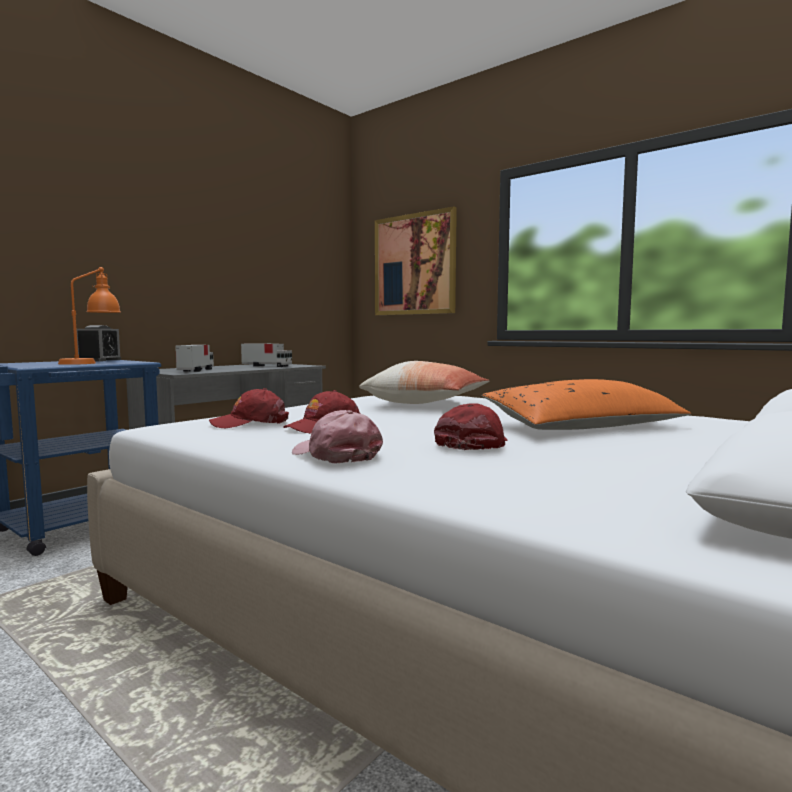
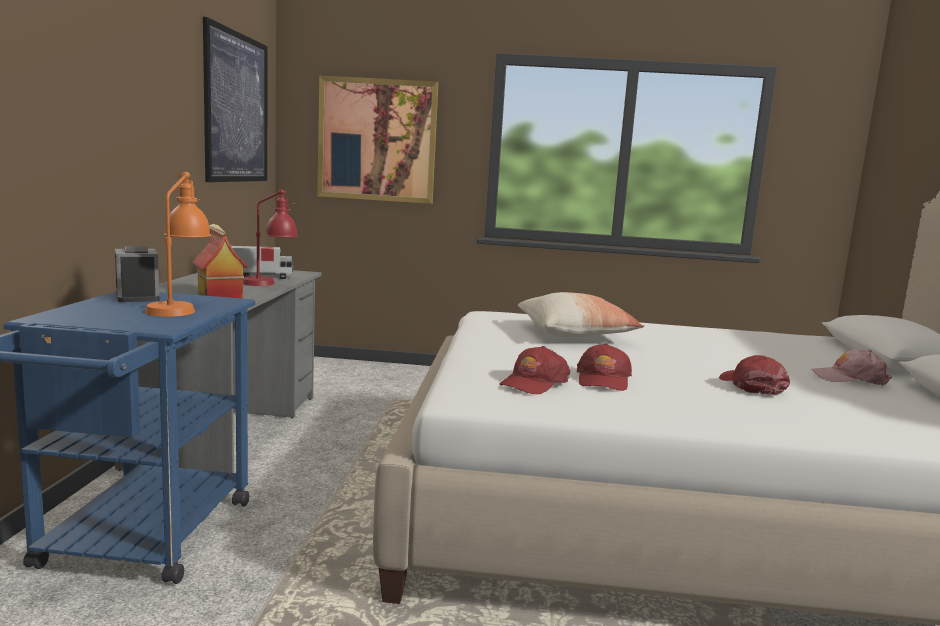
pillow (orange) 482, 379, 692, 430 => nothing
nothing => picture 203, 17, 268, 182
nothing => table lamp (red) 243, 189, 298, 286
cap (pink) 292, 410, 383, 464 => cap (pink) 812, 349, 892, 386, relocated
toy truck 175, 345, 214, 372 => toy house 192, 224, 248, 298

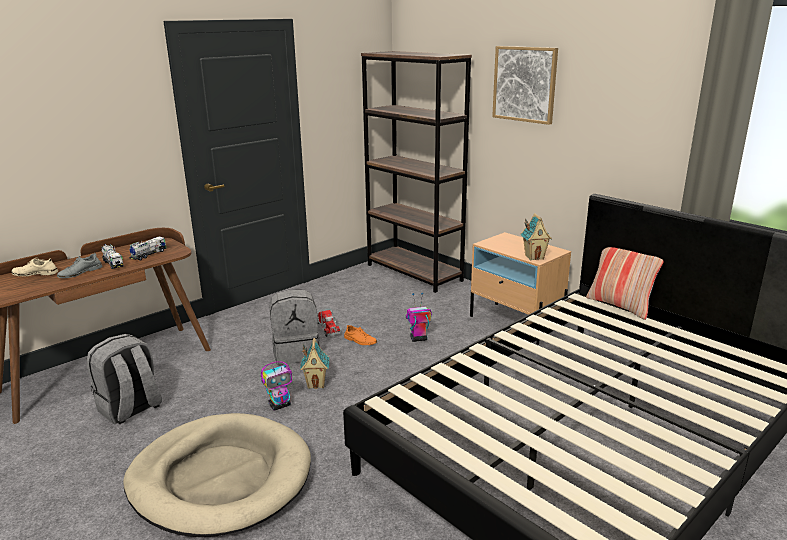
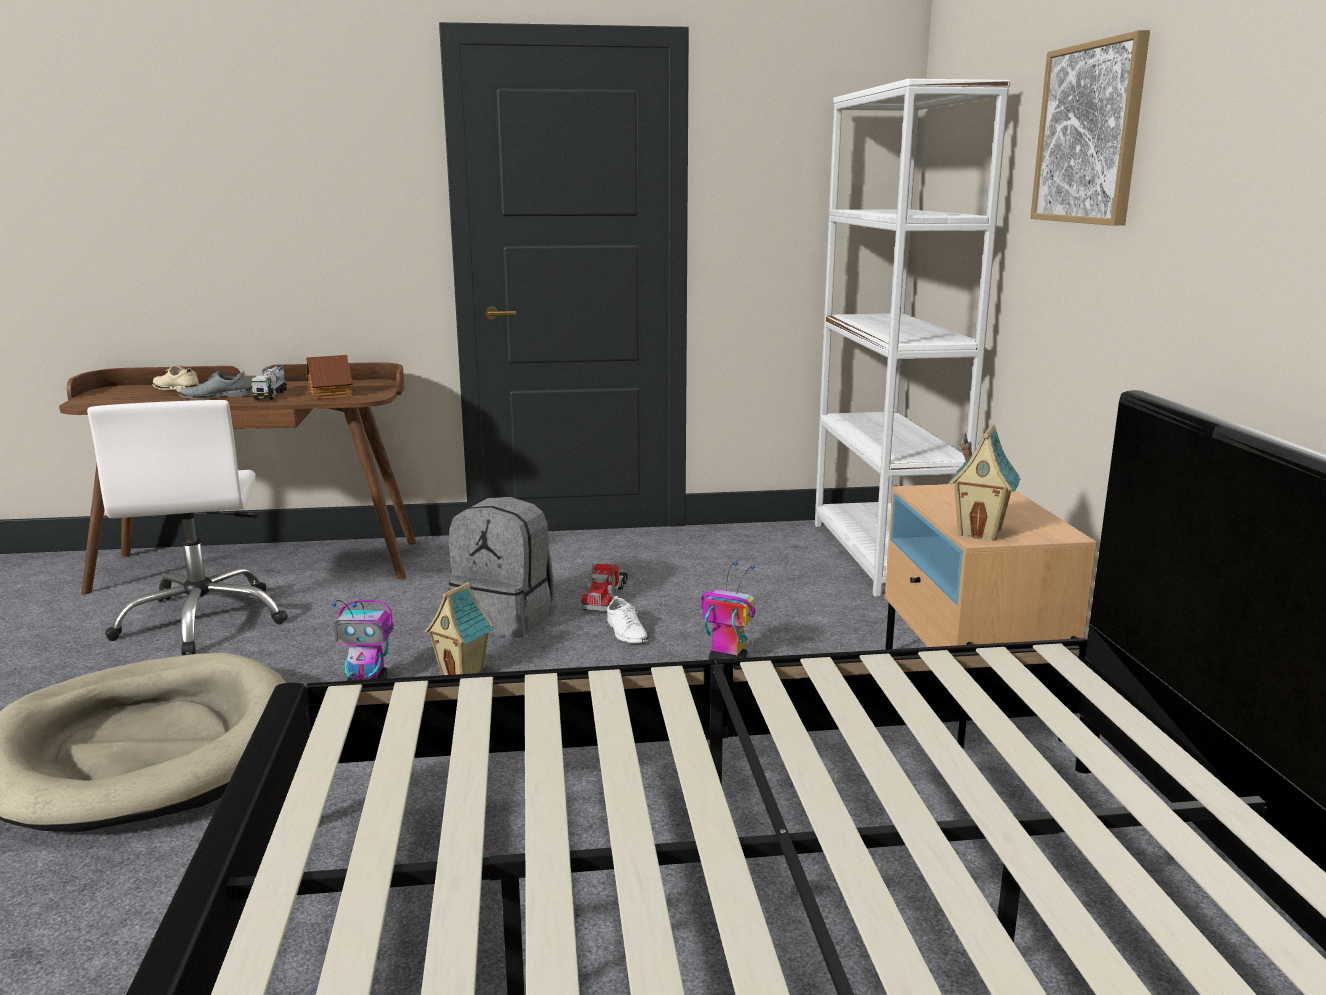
pillow 586, 247, 664, 320 => nothing
backpack (grey) 86, 334, 162, 425 => office chair (white) 87, 400, 288, 655
toy truck 129, 236, 166, 261 => toy house 306, 355, 353, 399
shoe (orange) 344, 325, 377, 345 => shoe (white) 607, 596, 648, 643
bookcase (brown) 361, 51, 472, 293 => bookcase (white) 815, 79, 1011, 597

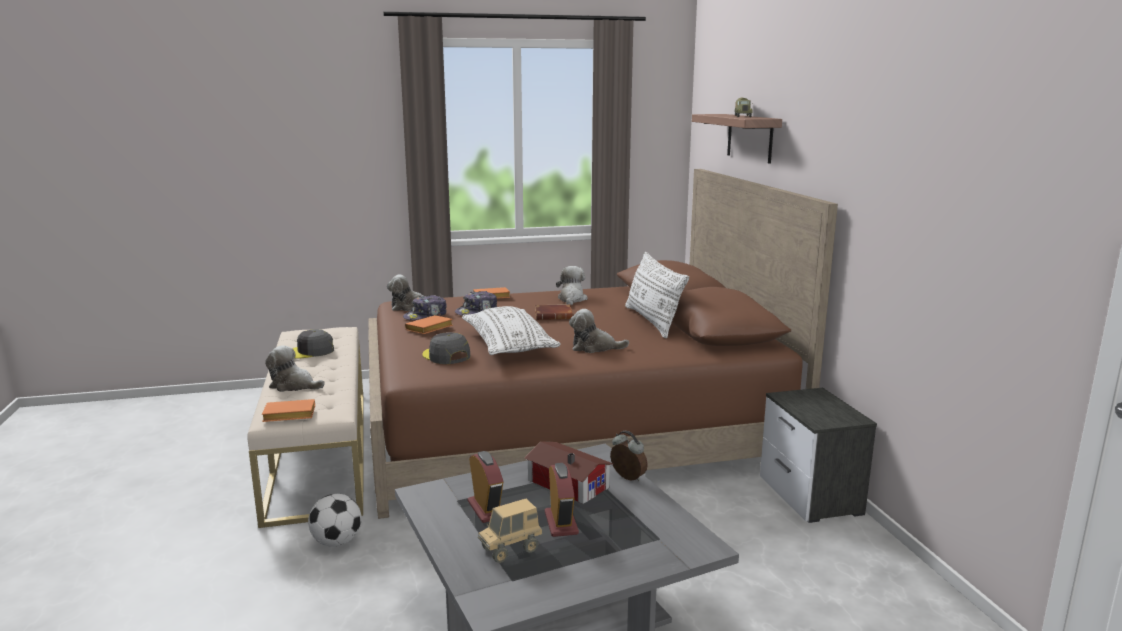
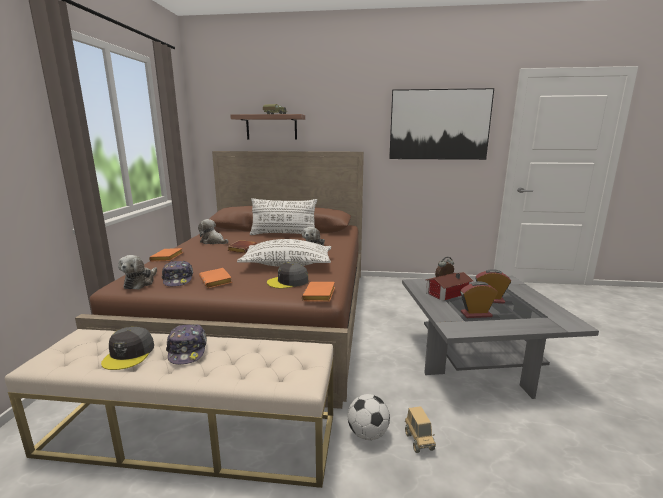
plush toy 265, 345, 324, 392 => nothing
nightstand 760, 388, 877, 523 => nothing
nothing => picture 389, 88, 494, 160
book (orange) 262, 399, 315, 422 => book (orange) 302, 282, 335, 302, relocated
cap 455, 291, 497, 315 => cap 166, 324, 207, 364, relocated
toy truck 478, 499, 543, 563 => toy truck 405, 406, 436, 453, relocated

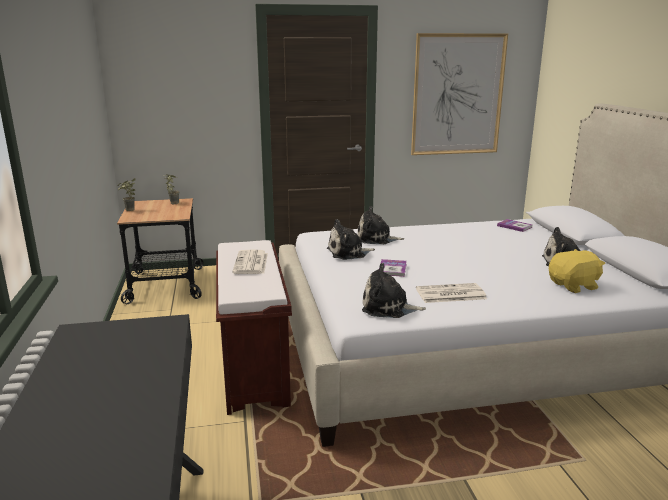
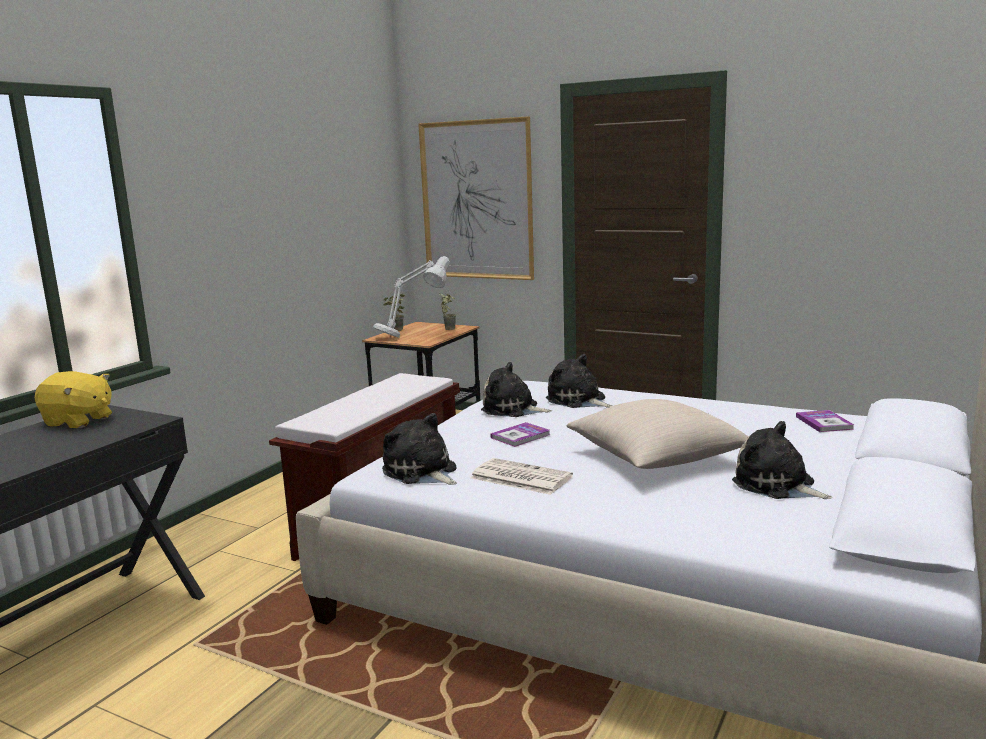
newspaper 232, 250, 268, 274 => nothing
nothing => table lamp (grey) 373, 256, 450, 338
nothing => pillow (beige) 567, 399, 748, 469
picture 411, 33, 508, 155 => picture 418, 116, 534, 280, relocated
plush toy (yellow) 549, 249, 605, 293 => plush toy (yellow) 35, 371, 112, 428, relocated

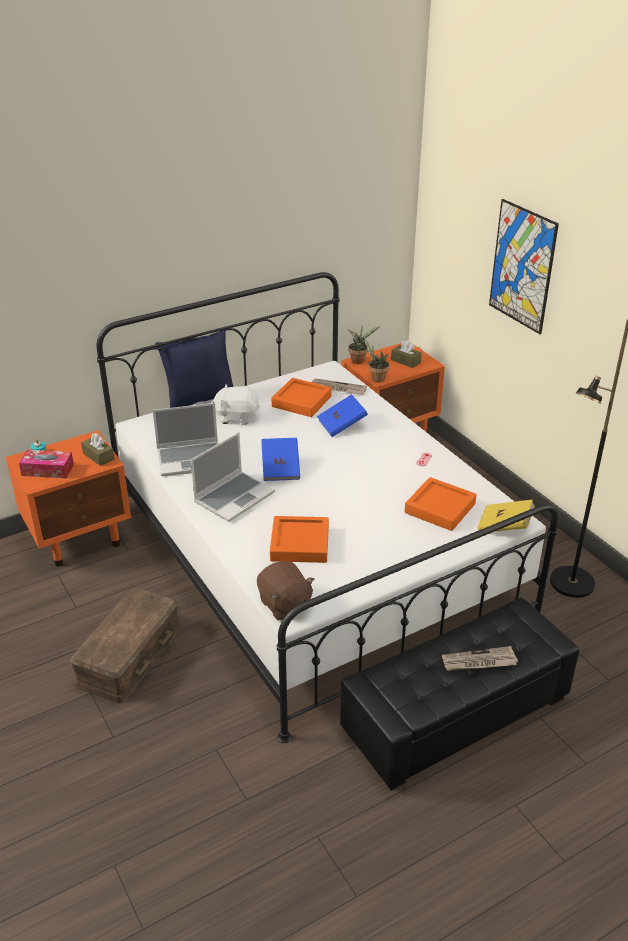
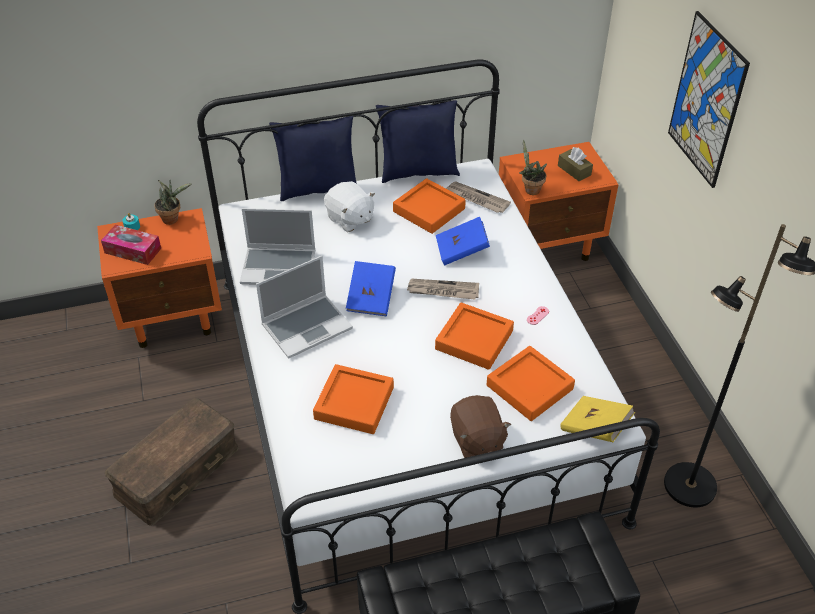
tissue box (brown) 81, 433, 114, 466 => nothing
nothing => pillow (blue) 376, 100, 460, 183
nothing => tray (orange) 435, 303, 514, 370
plush toy (brown) 257, 562, 315, 620 => plush toy (brown) 450, 395, 511, 458, relocated
potted plant 348, 326, 380, 364 => potted plant 154, 180, 192, 225, relocated
newspaper 442, 646, 518, 671 => newspaper 407, 279, 479, 300, relocated
plush toy (white) 211, 384, 260, 425 => plush toy (white) 324, 181, 375, 232, 150 degrees counterclockwise

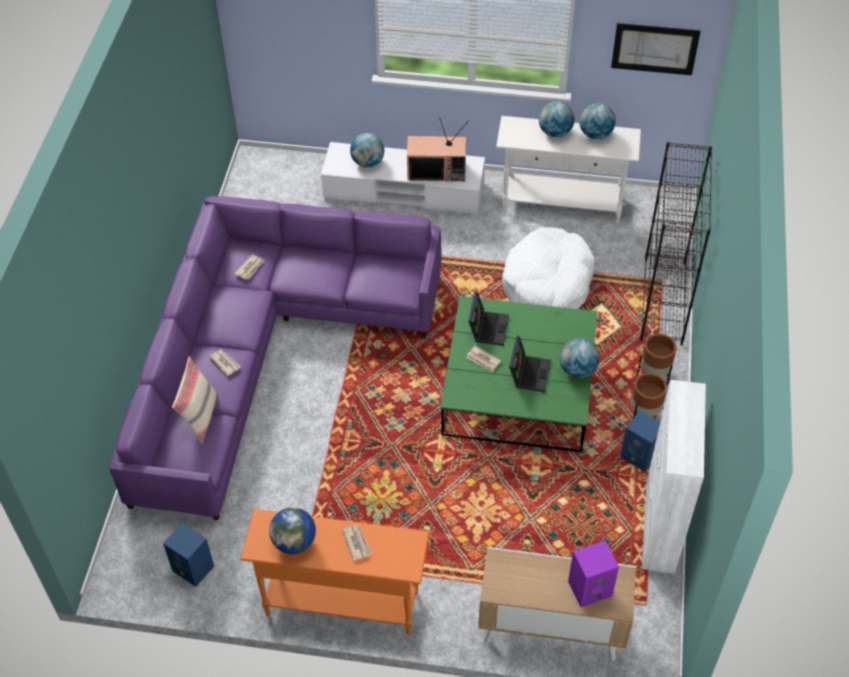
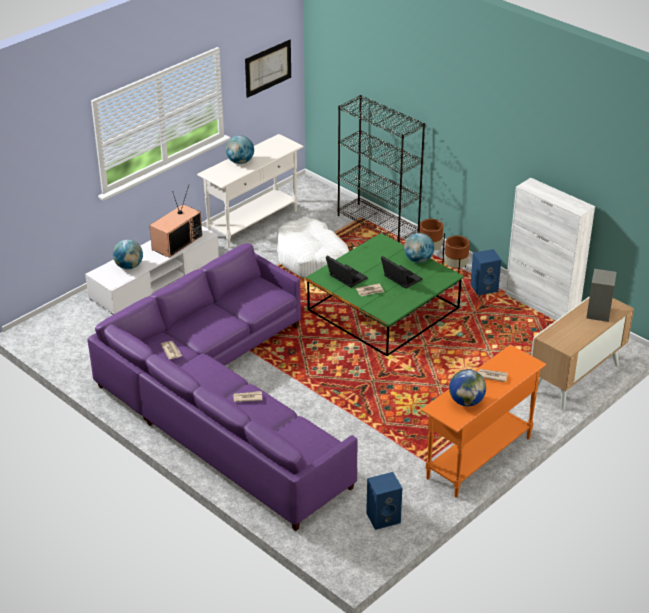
pillow (beige) 172, 356, 218, 443 => nothing
globe 579, 103, 616, 139 => nothing
speaker (purple) 568, 541, 619, 607 => speaker (grey) 587, 269, 617, 322

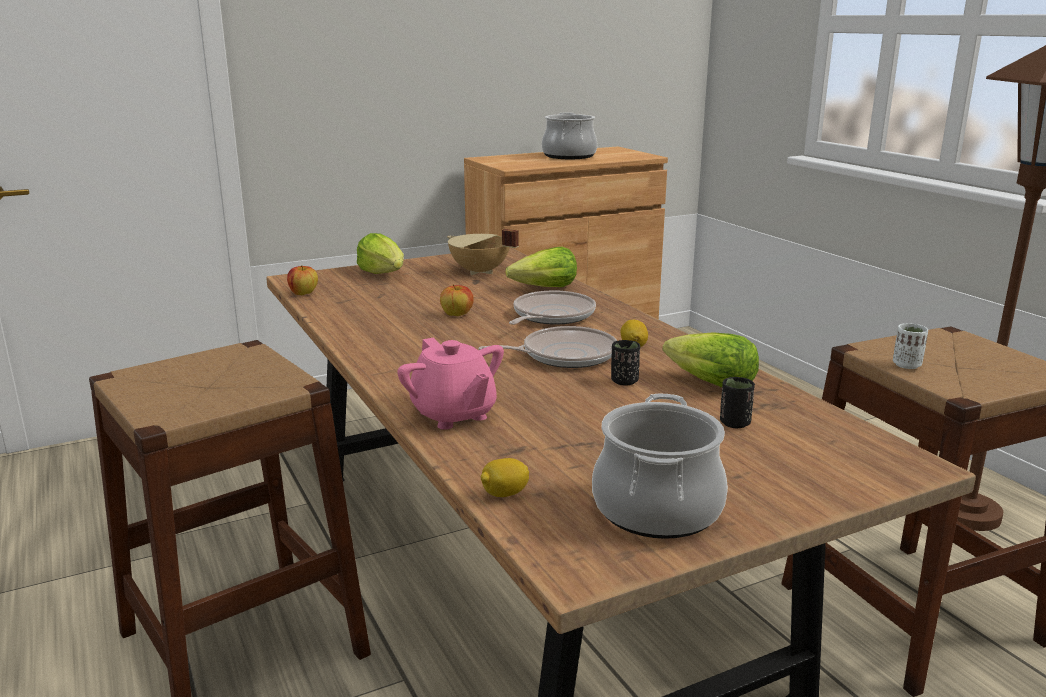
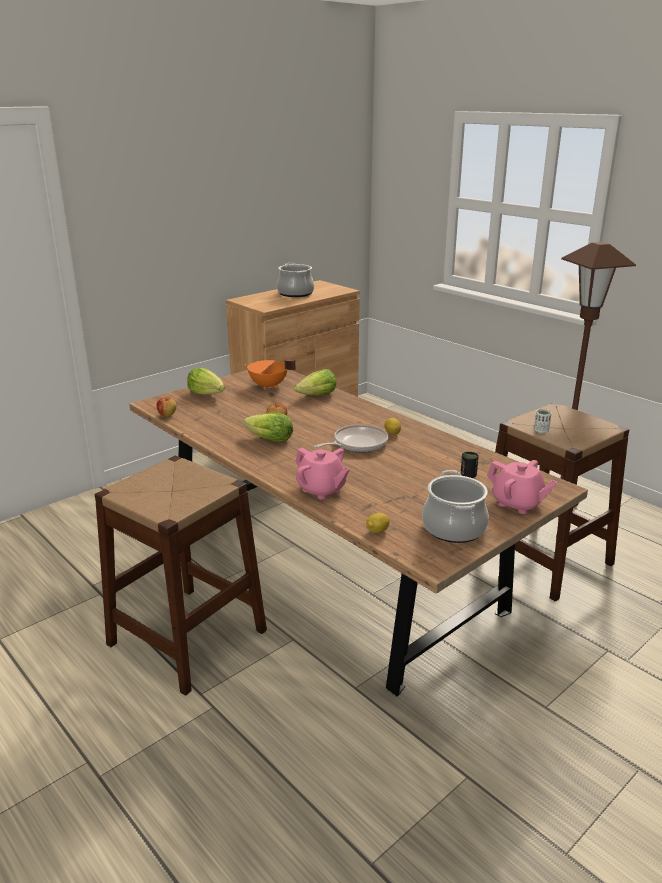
frying pan 509, 291, 596, 325 => nothing
cup (black) 611, 340, 640, 386 => nothing
nothing => teapot (pink) 487, 460, 558, 514
lettuce 662, 332, 759, 387 => lettuce 243, 413, 293, 443, relocated
cooking pot (beige) 447, 229, 519, 275 => cooking pot (orange) 244, 359, 296, 390

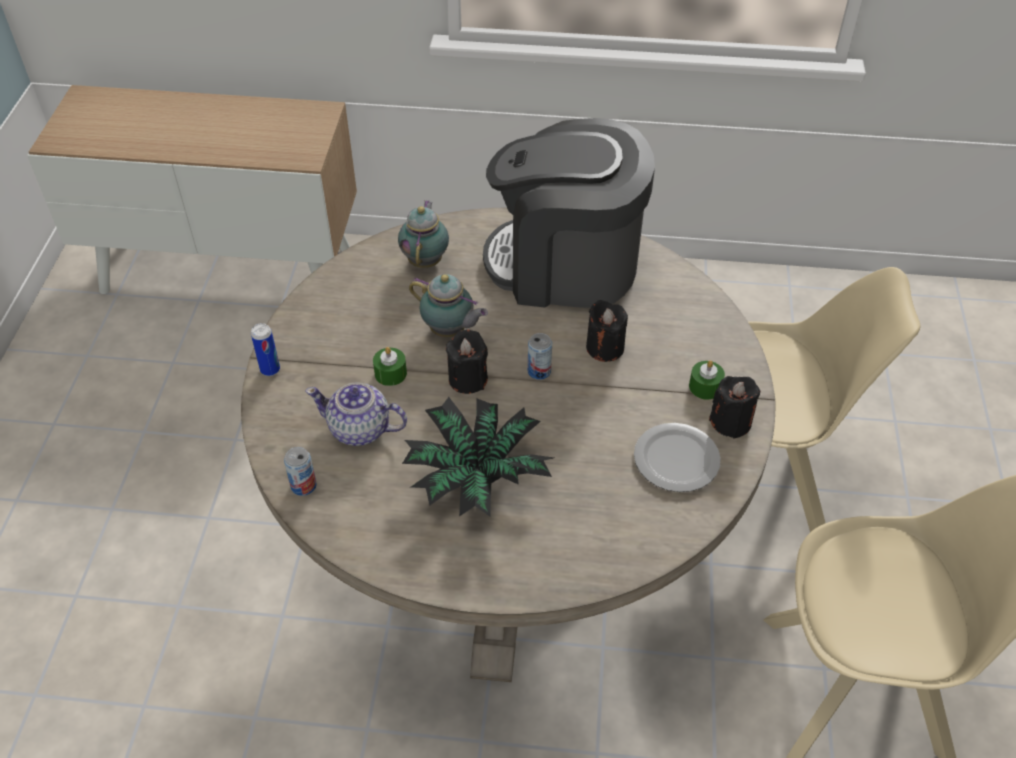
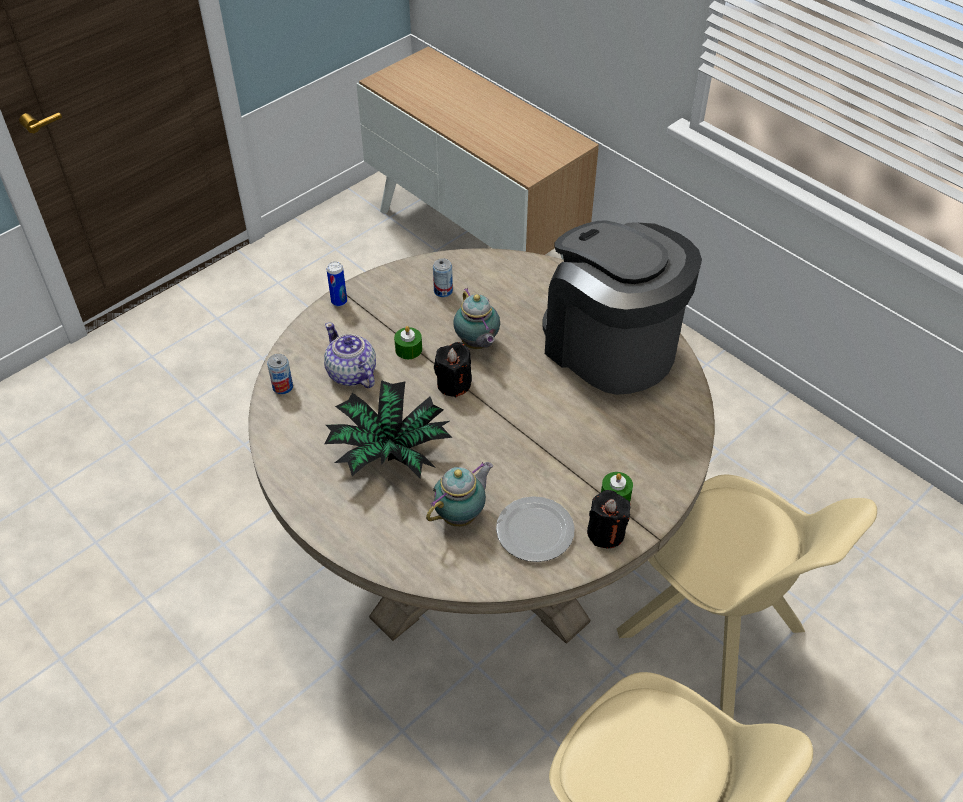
candle (black) 586, 300, 628, 362 => nothing
teapot 398, 201, 449, 268 => teapot 426, 462, 493, 527, relocated
can 528, 333, 552, 380 => can 433, 258, 453, 297, relocated

